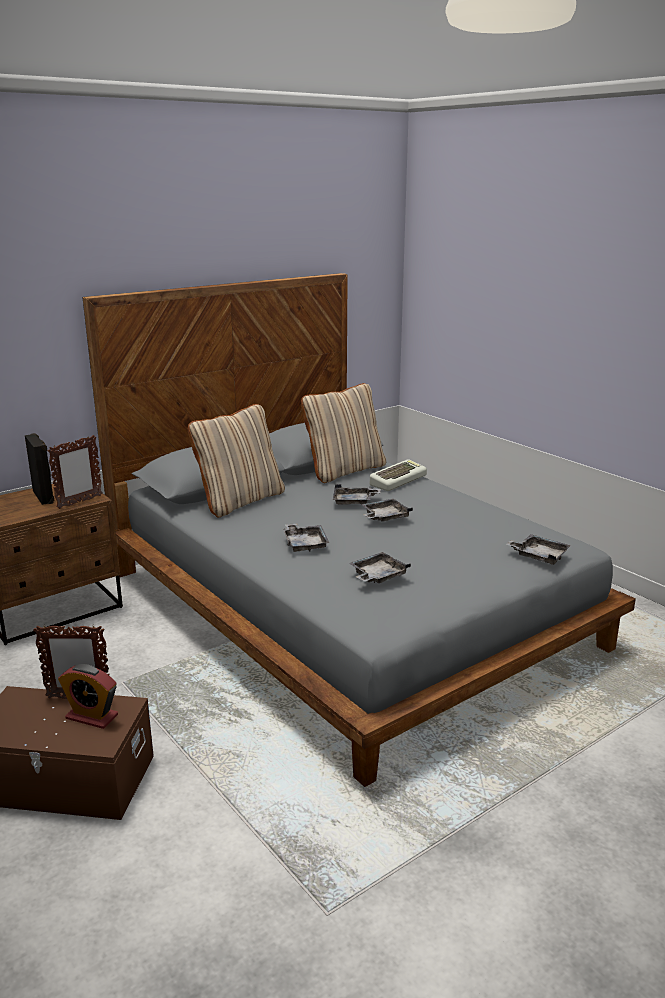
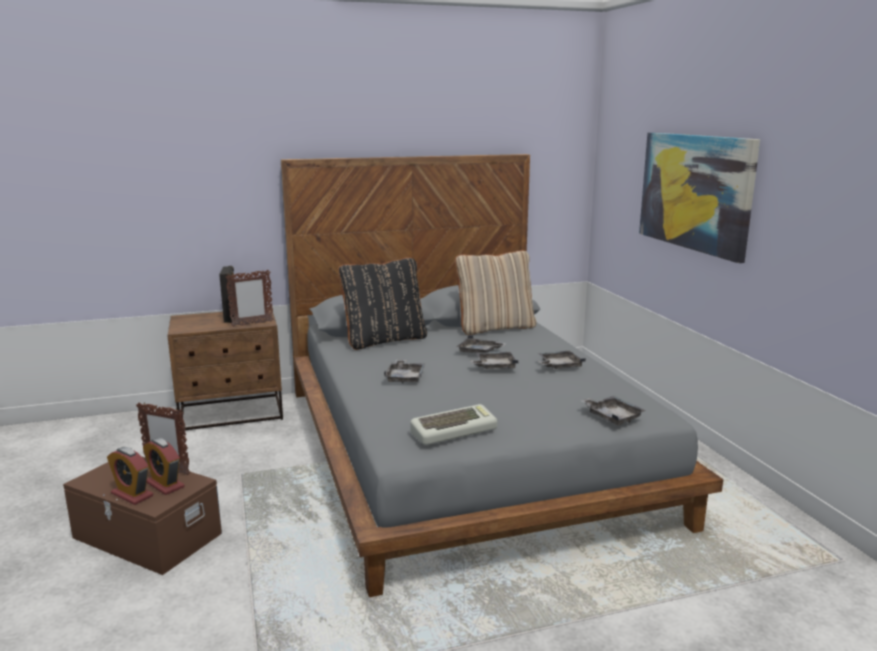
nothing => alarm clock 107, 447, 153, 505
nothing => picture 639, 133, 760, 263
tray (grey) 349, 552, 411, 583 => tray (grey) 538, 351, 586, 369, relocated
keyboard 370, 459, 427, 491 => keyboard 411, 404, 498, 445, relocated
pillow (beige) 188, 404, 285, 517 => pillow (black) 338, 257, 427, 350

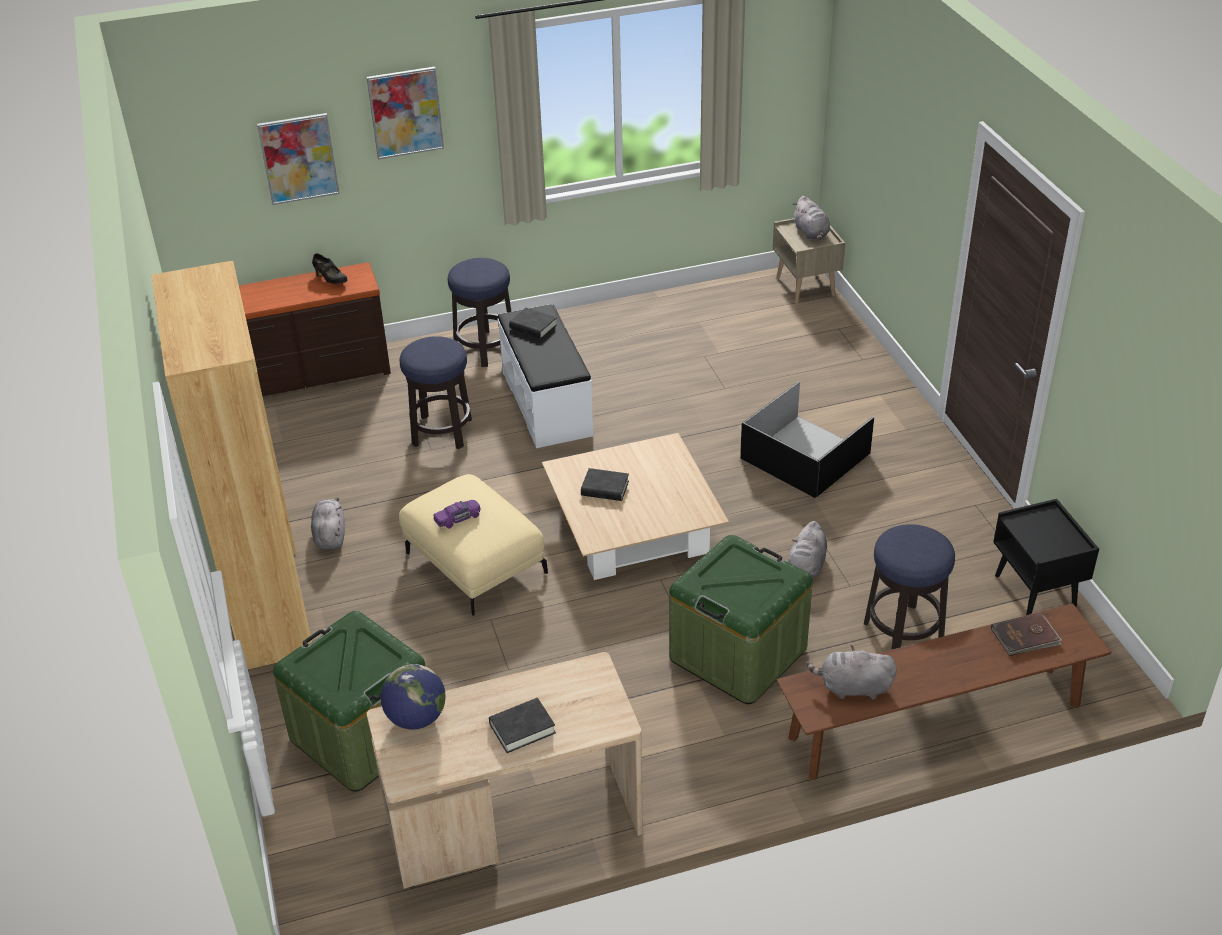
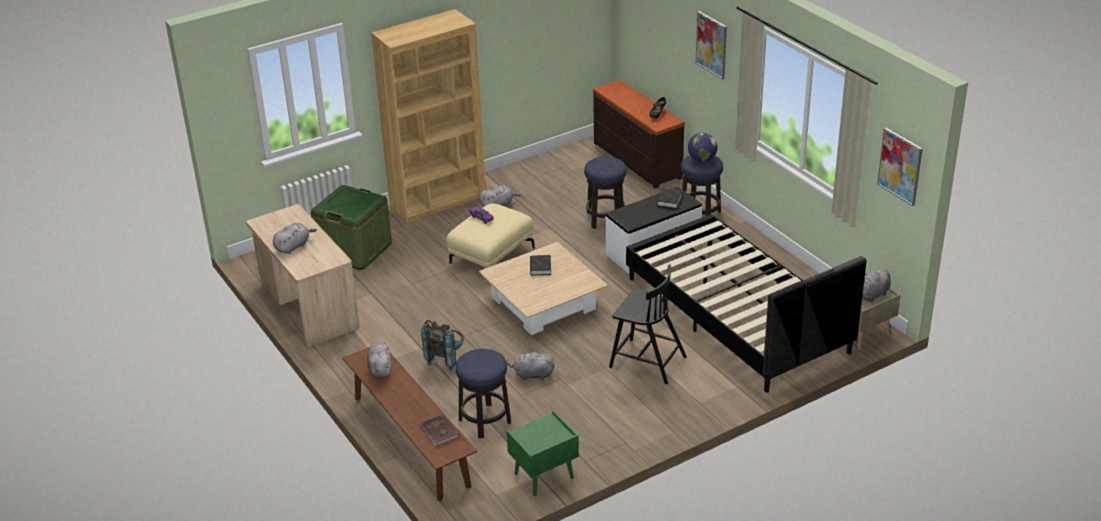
nothing => bed (black) 626, 214, 866, 393
picture 257, 113, 340, 205 => picture 877, 128, 923, 206, relocated
globe 381, 664, 446, 730 => globe 688, 132, 717, 162, relocated
book (black) 489, 698, 556, 753 => plush toy (grey) 273, 223, 317, 254
storage box (green) 669, 535, 813, 704 => backpack (grey) 421, 320, 464, 372
storage box (black) 740, 381, 874, 498 => chair (black) 609, 264, 687, 384
nightstand (black) 993, 499, 1099, 615 => nightstand (green) 506, 410, 579, 496

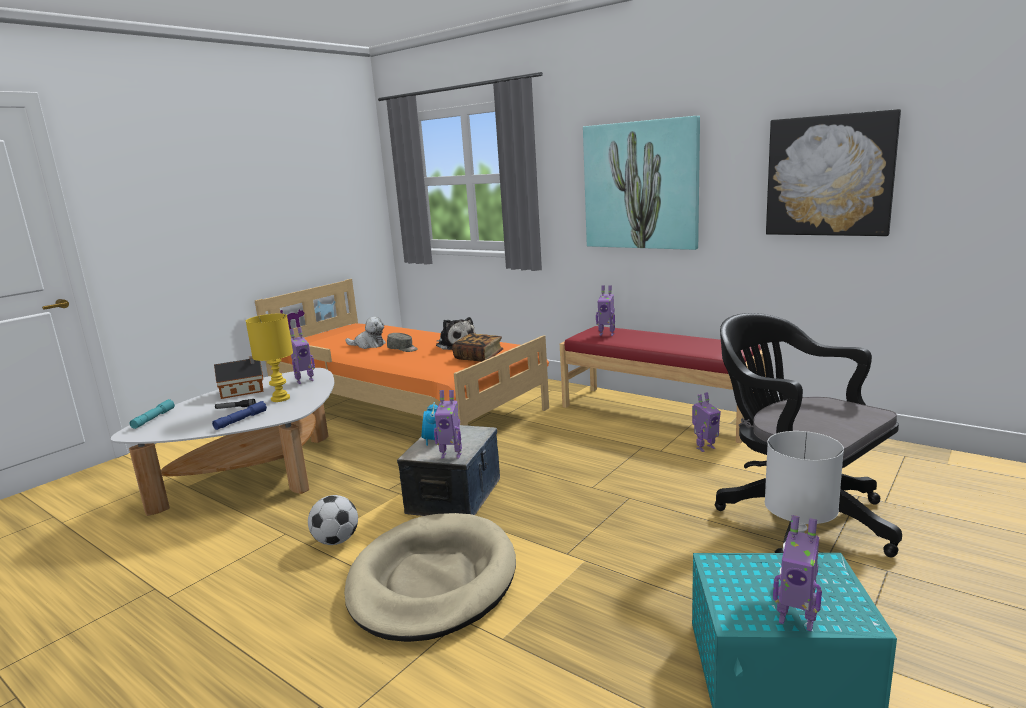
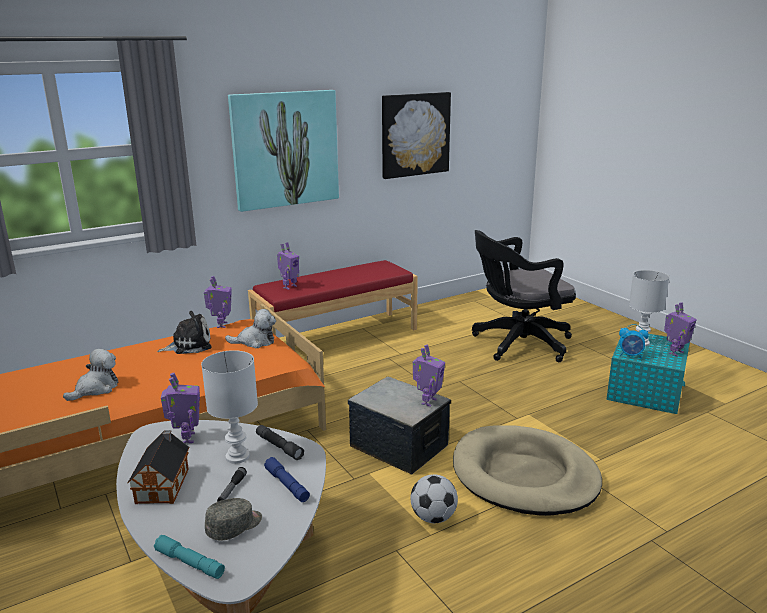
nothing => flashlight (grey) 256, 425, 304, 460
cap (grey) 387, 333, 418, 352 => cap (grey) 205, 498, 262, 541, relocated
alarm clock 421, 402, 438, 446 => alarm clock 619, 324, 649, 359, relocated
toy robot 692, 392, 721, 452 => toy robot 204, 276, 231, 328, relocated
book 452, 333, 504, 362 => plush toy 225, 309, 276, 349
table lamp (yellow) 246, 314, 293, 402 => table lamp (white) 201, 350, 258, 464

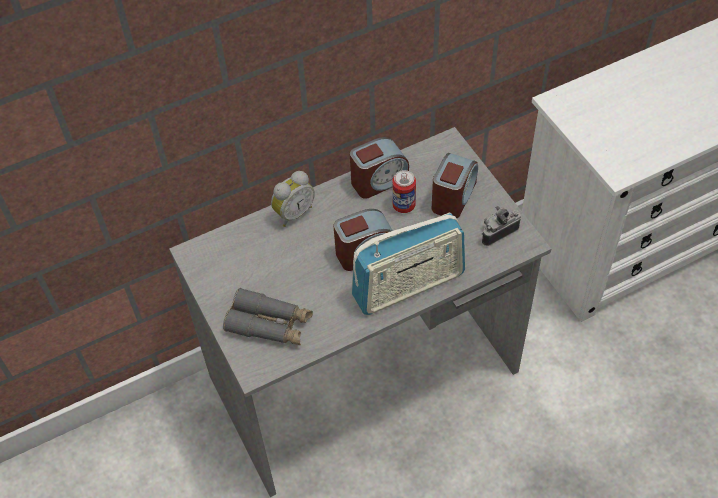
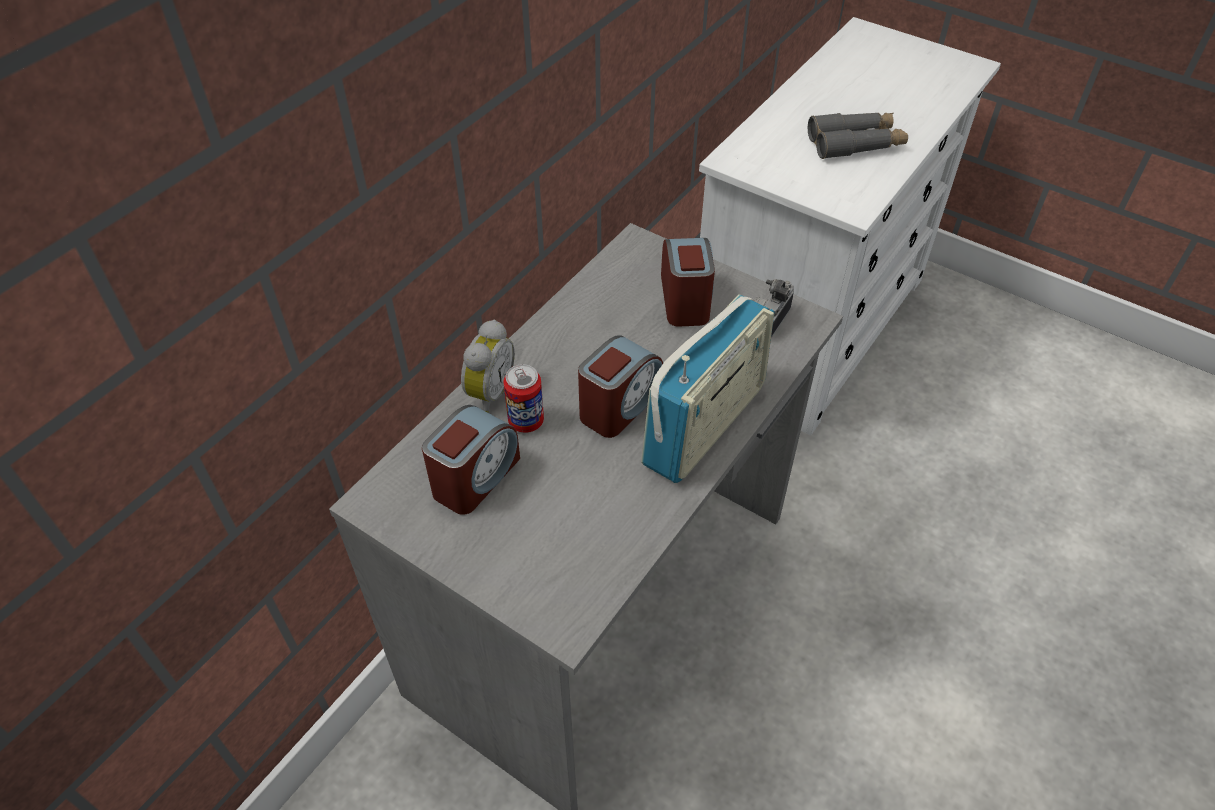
binoculars (grey) 223, 288, 313, 345 => binoculars (grey) 808, 113, 908, 159, relocated
alarm clock 350, 137, 409, 199 => alarm clock 422, 405, 520, 515, relocated
can 392, 170, 416, 213 => can 503, 364, 544, 433, relocated

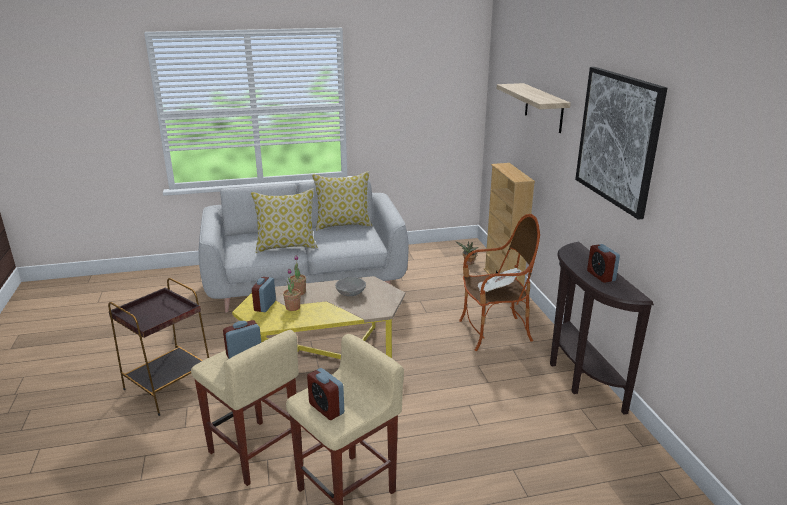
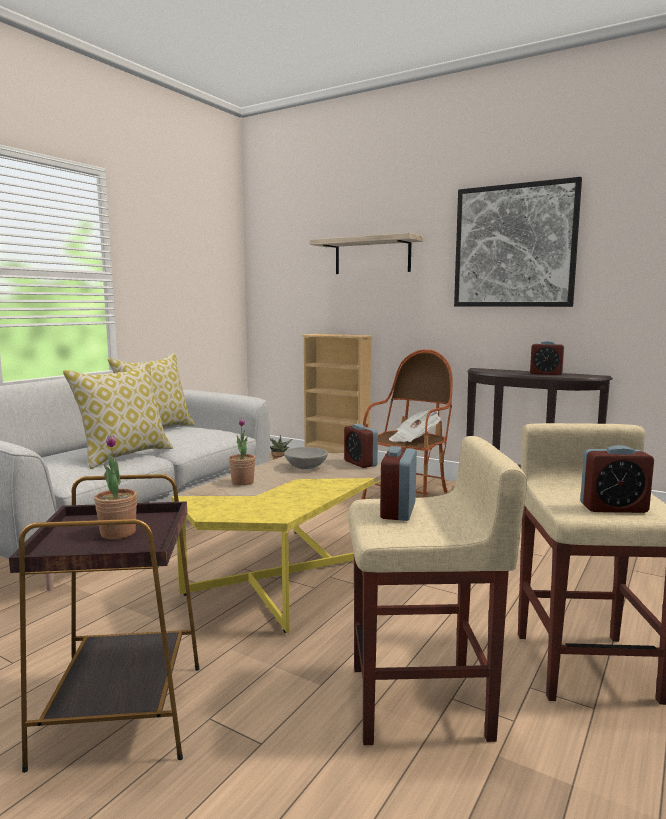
alarm clock 252, 277, 276, 312 => alarm clock 344, 424, 378, 468, relocated
potted plant 283, 269, 301, 311 => potted plant 94, 435, 137, 539, relocated

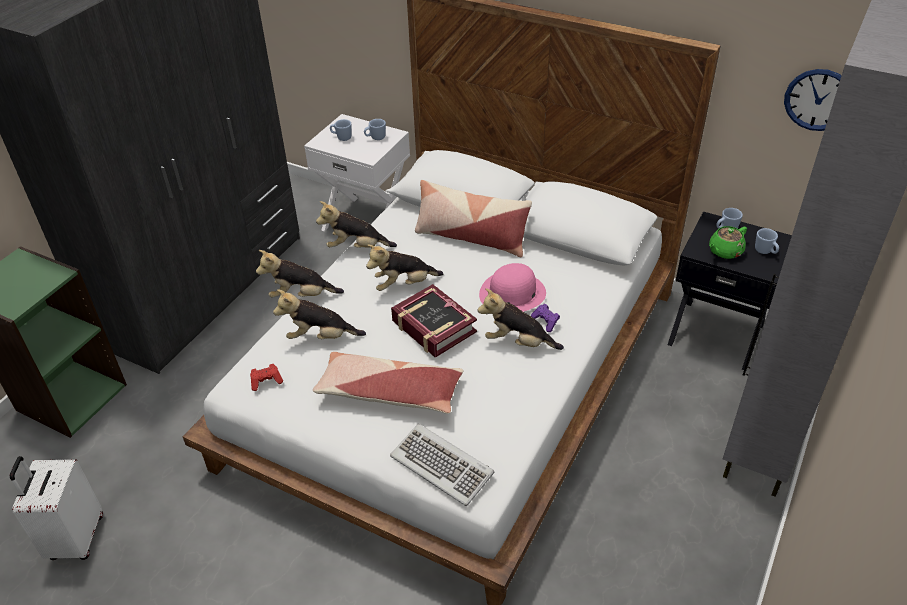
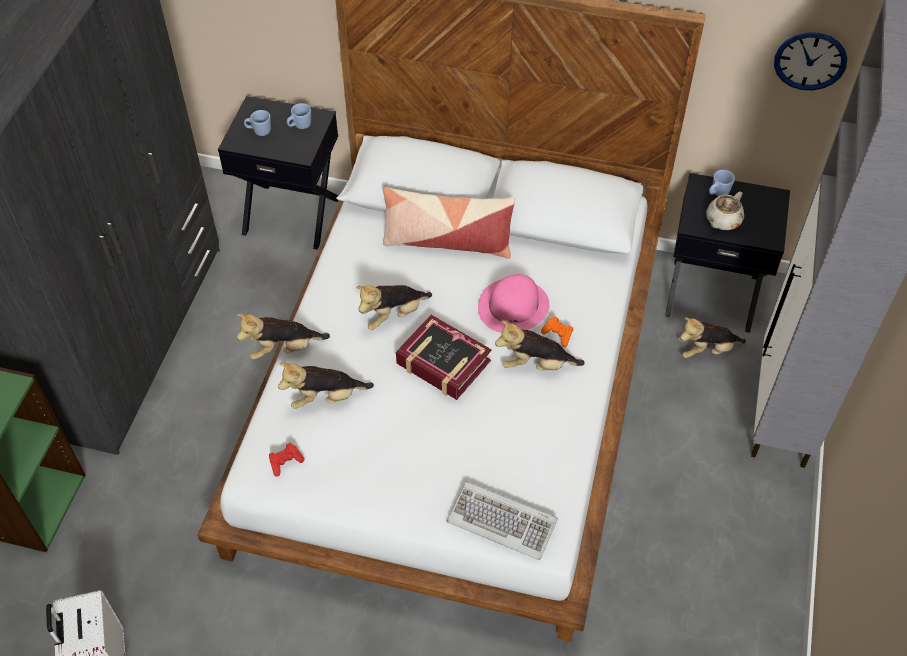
pillow 313, 352, 463, 414 => nothing
mug (blue) 755, 228, 779, 254 => nothing
plush toy 316, 201, 397, 248 => plush toy 679, 317, 746, 358, relocated
nightstand (white) 304, 114, 410, 231 => nightstand (black) 218, 96, 339, 250
game controller (purple) 531, 304, 560, 332 => game controller (orange) 541, 316, 573, 347
teapot (green) 709, 226, 747, 259 => teapot (beige) 706, 191, 744, 230

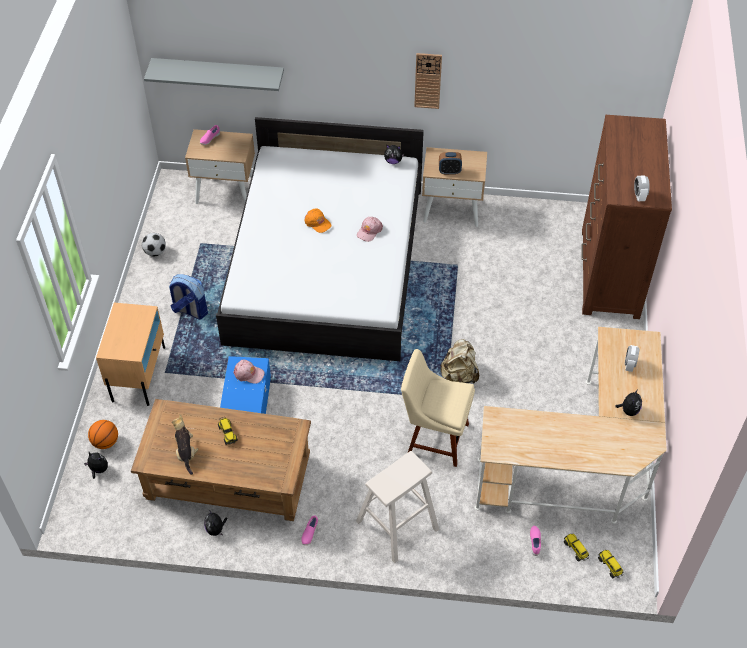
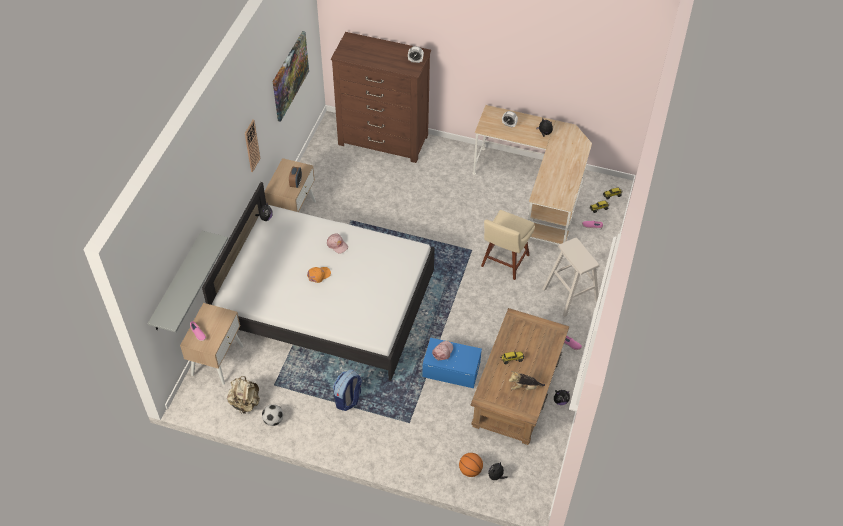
nightstand (beige) 96, 303, 165, 406 => nothing
nothing => picture 273, 31, 309, 122
backpack (beige) 440, 339, 479, 384 => backpack (beige) 227, 376, 260, 415, relocated

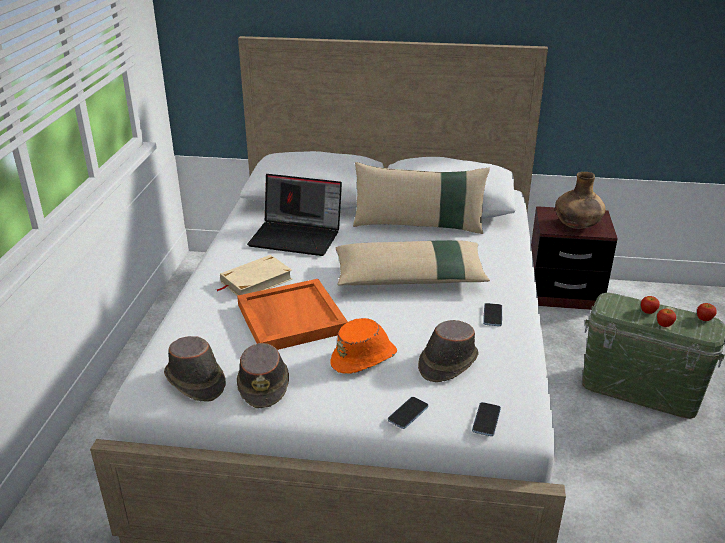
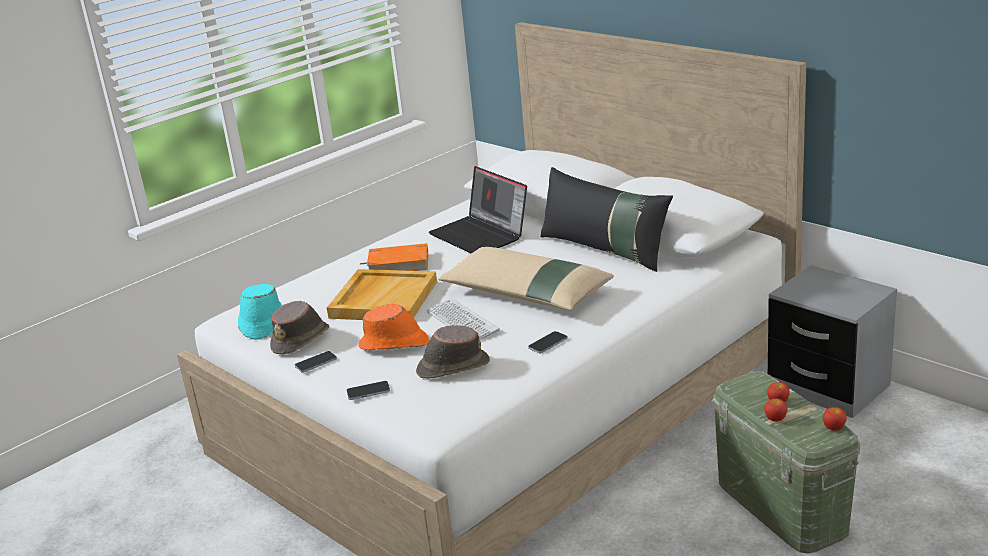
vase (brown) 555, 172, 606, 229 => nothing
nothing => keyboard 426, 298, 500, 340
phone 472, 402, 501, 436 => phone 295, 351, 337, 373, relocated
hat (brown) 164, 336, 226, 402 => hat (turquoise) 238, 284, 282, 340
book (beige) 217, 255, 292, 296 => book (orange) 360, 243, 428, 271
tray (orange) 237, 279, 348, 350 => tray (beige) 327, 269, 437, 320
pillow (beige) 353, 162, 490, 234 => pillow (black) 540, 167, 673, 272
nightstand (brown) 531, 206, 618, 310 => nightstand (grey) 768, 265, 897, 418

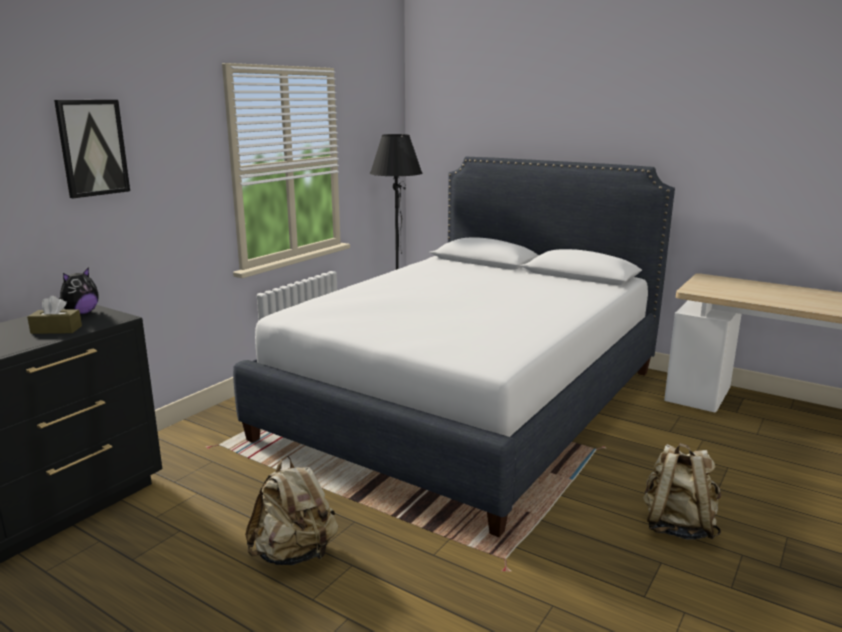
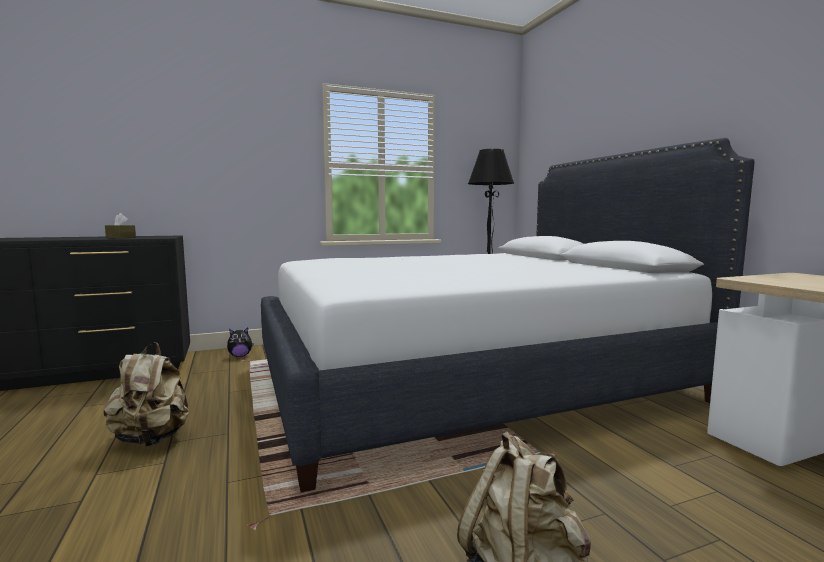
picture 54, 100, 130, 198 => nothing
plush toy 59, 267, 99, 315 => plush toy 227, 328, 254, 357, relocated

